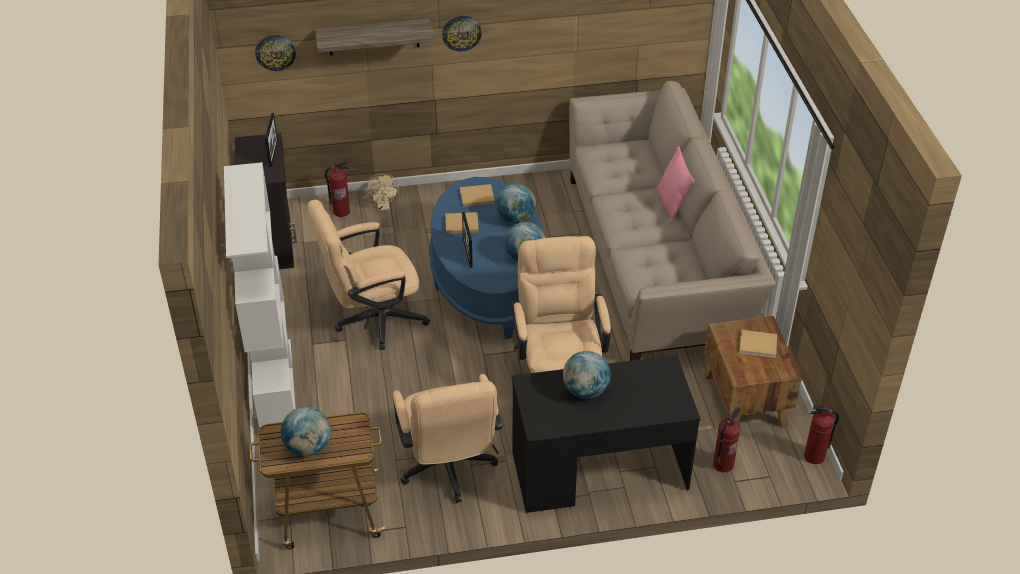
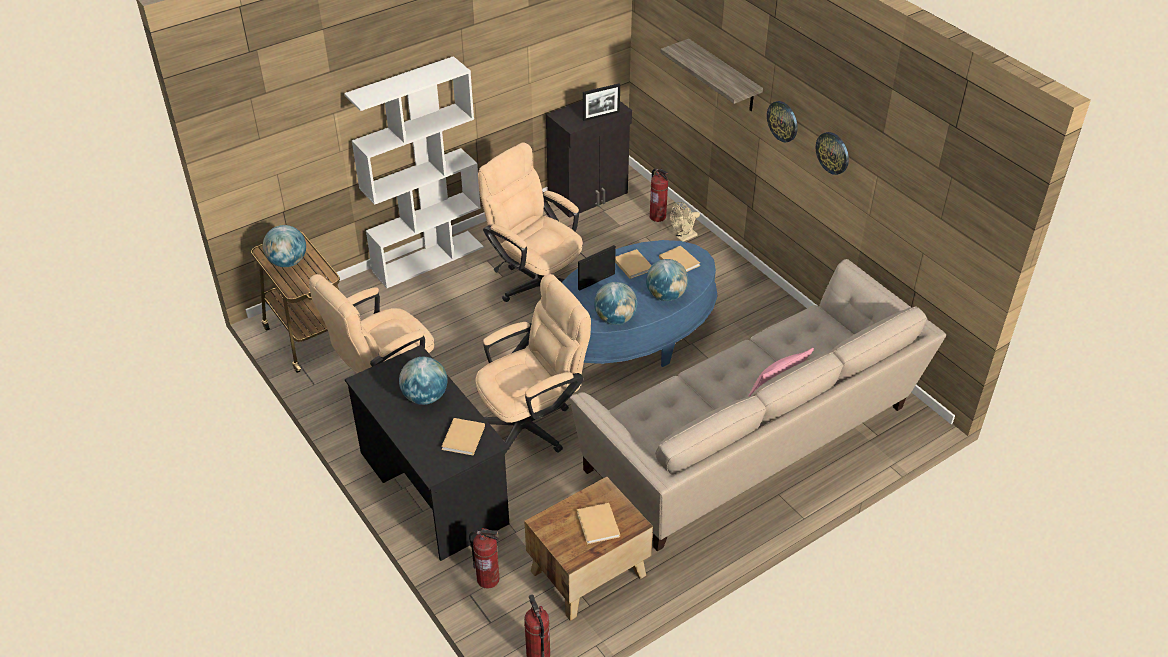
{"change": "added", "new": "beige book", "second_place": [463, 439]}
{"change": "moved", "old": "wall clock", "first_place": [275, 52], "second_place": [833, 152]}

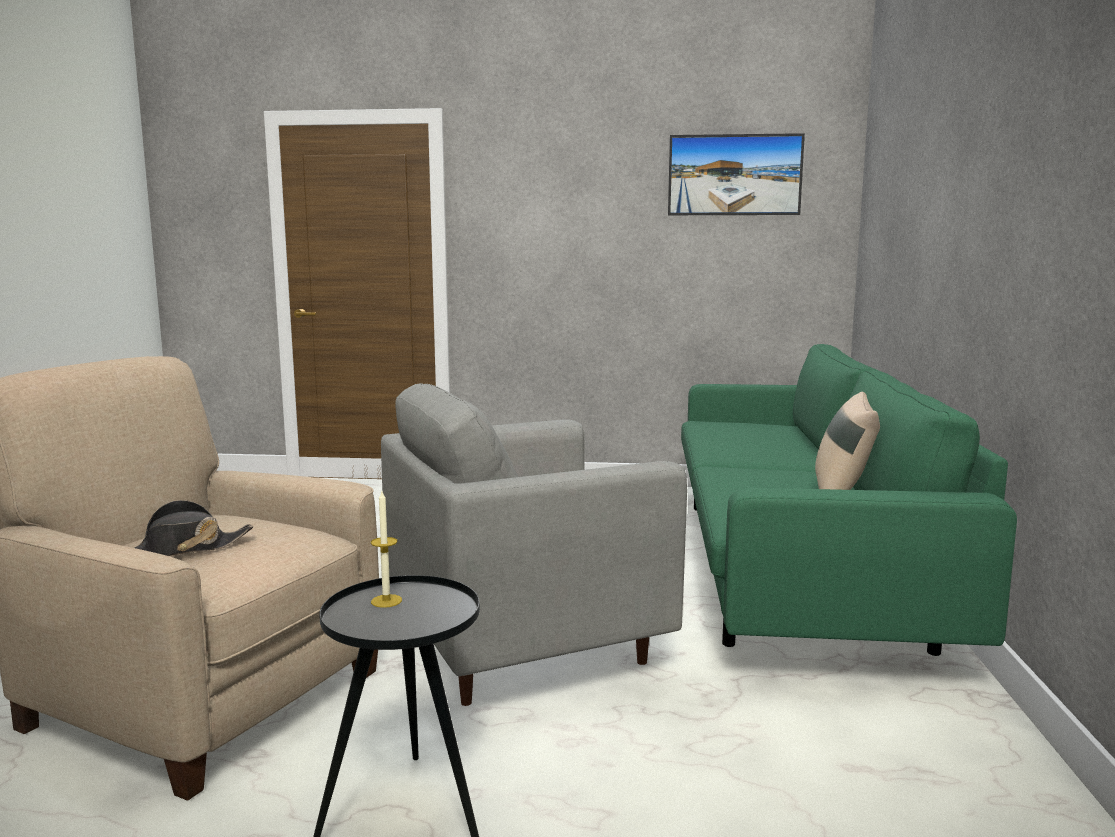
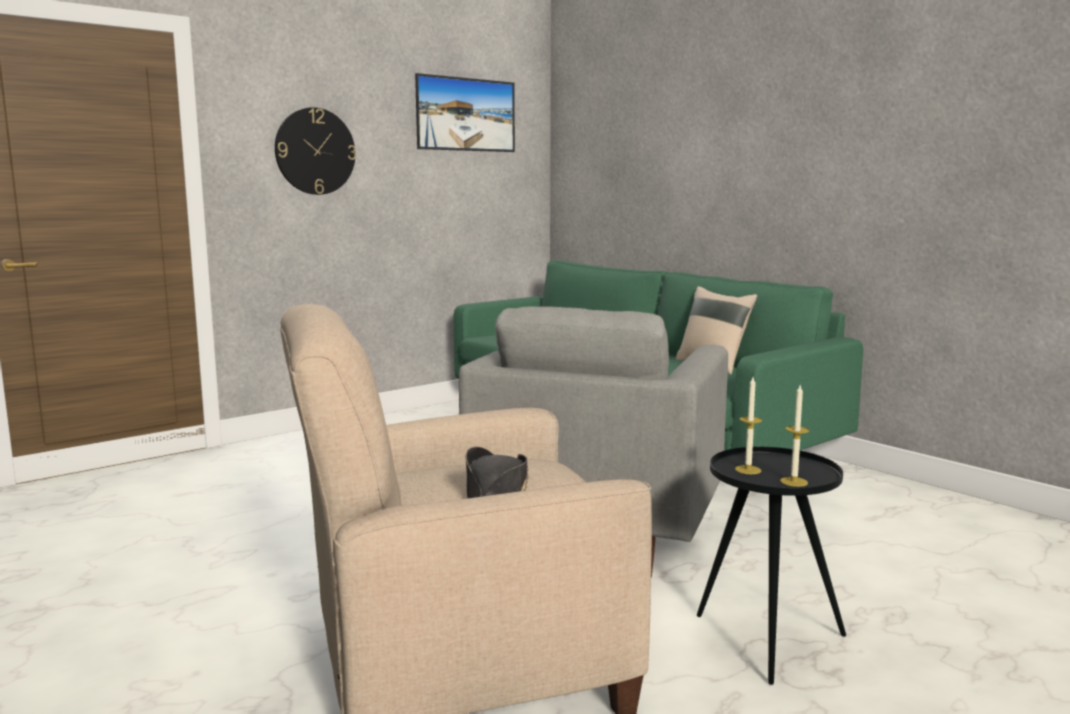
{"change": "added", "new": "wall clock", "second_place": [315, 151]}
{"change": "added", "new": "candle", "second_place": [794, 482]}

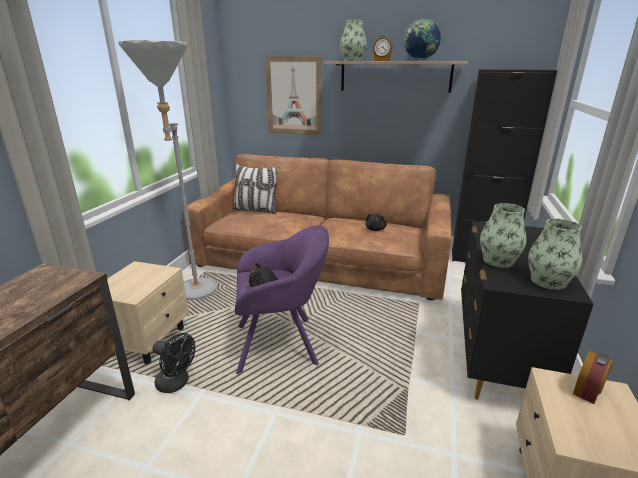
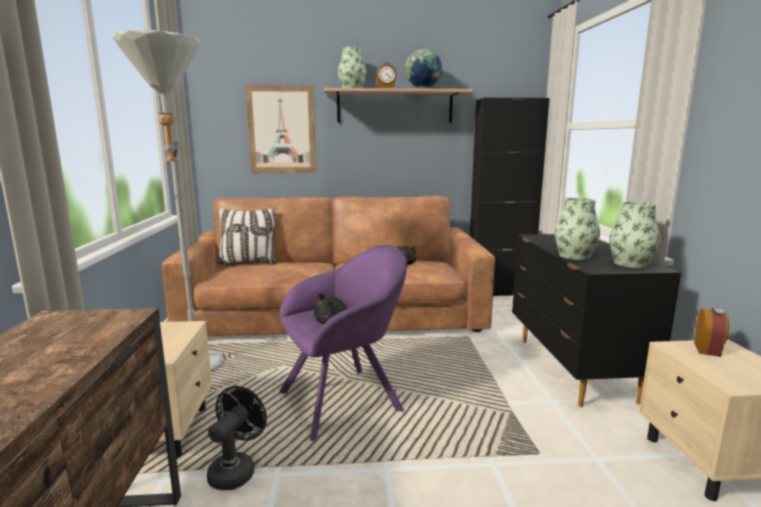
{"change": "turned", "old": "black fan", "first_place": [176, 383], "second_place": [236, 470], "degrees": -75}

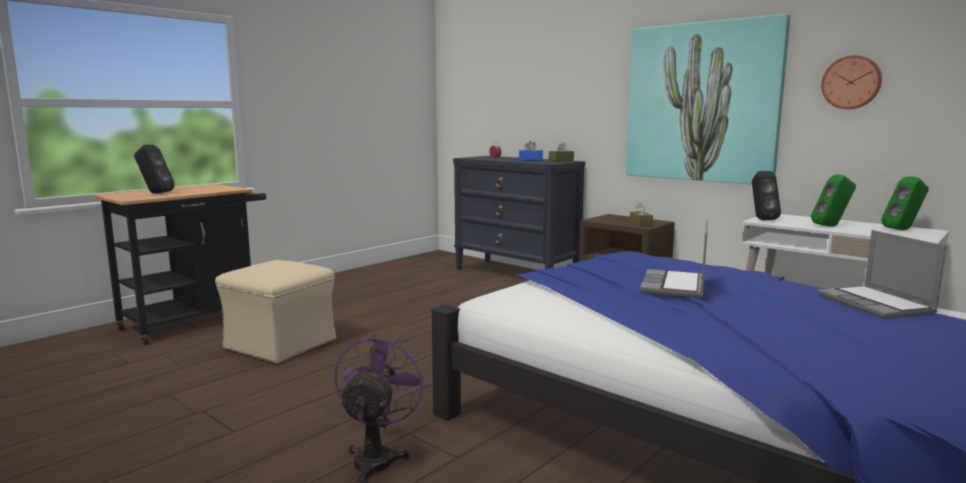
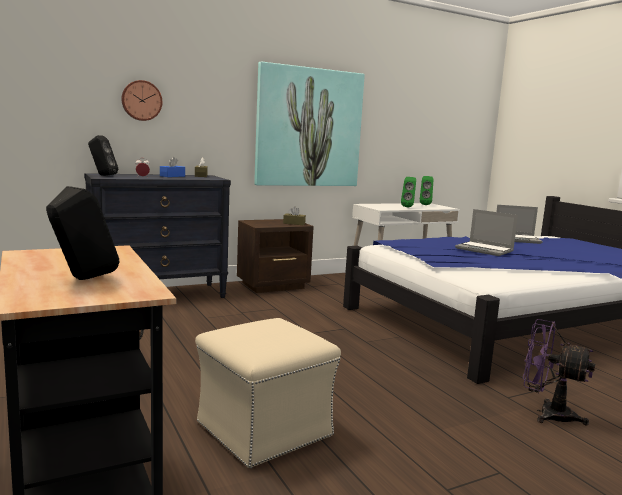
{"change": "moved", "old": "black speaker", "first_place": [761, 219], "second_place": [102, 175]}
{"change": "moved", "old": "wall clock", "first_place": [851, 82], "second_place": [141, 100]}

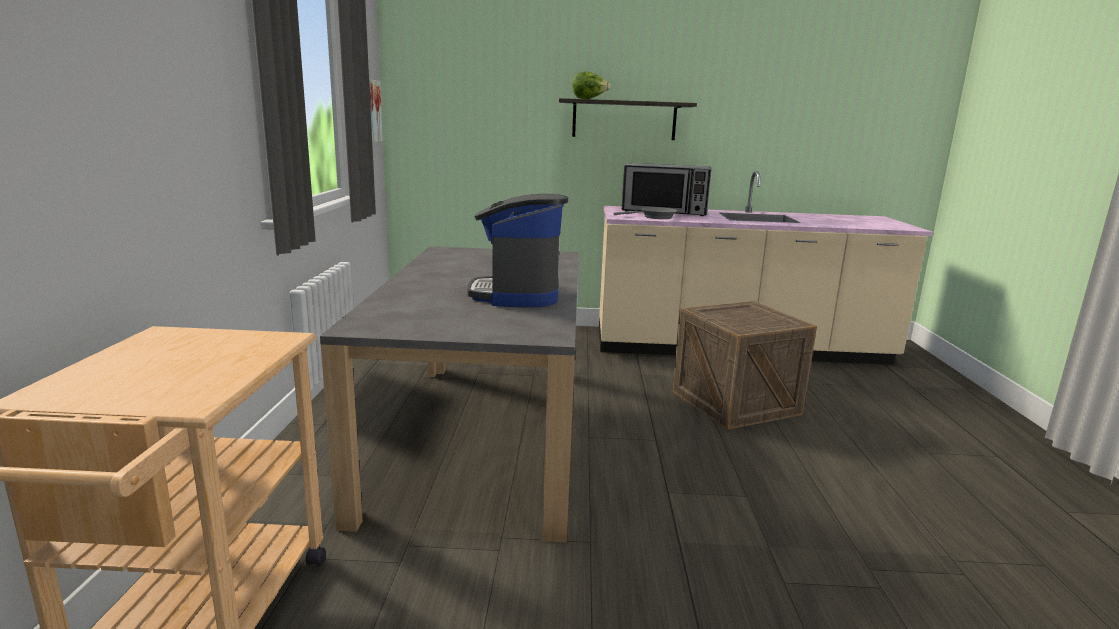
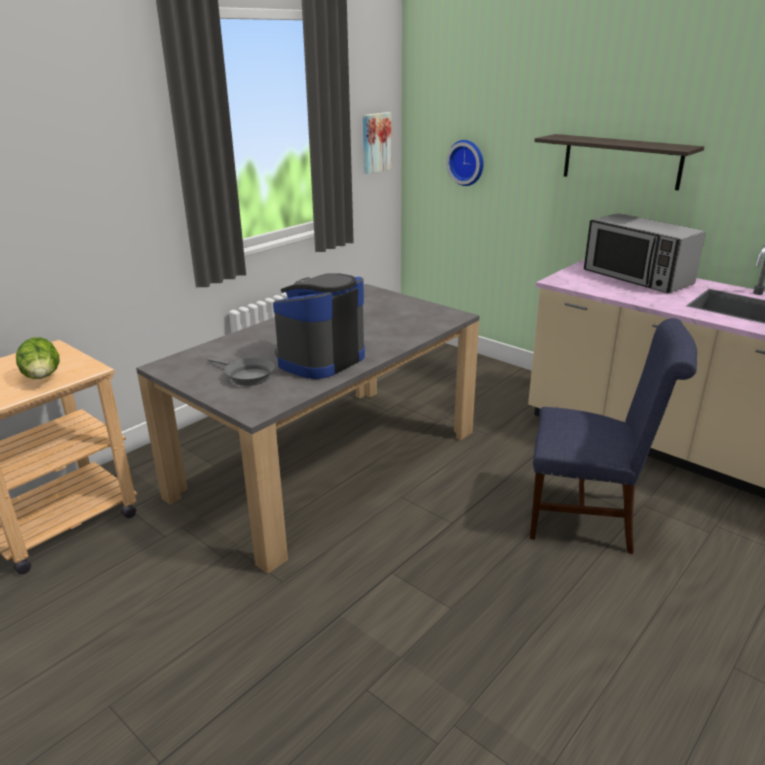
{"change": "moved", "old": "lettuce", "first_place": [589, 99], "second_place": [43, 378]}
{"change": "moved", "old": "grey frying pan", "first_place": [654, 217], "second_place": [246, 376]}
{"change": "added", "new": "wall clock", "second_place": [467, 162]}
{"change": "replaced", "old": "crate", "new": "blue chair", "first_place": [735, 402], "second_place": [590, 517]}

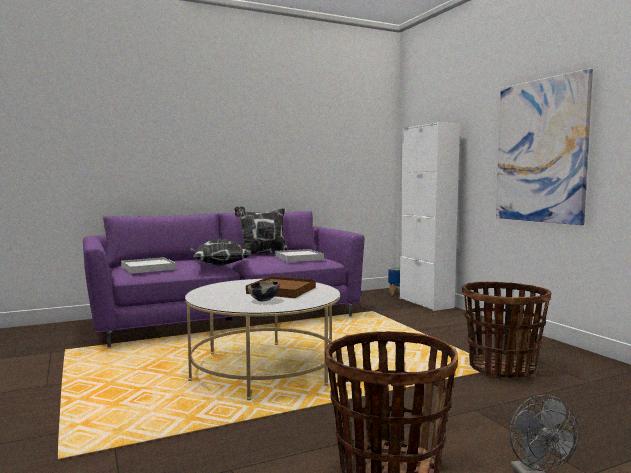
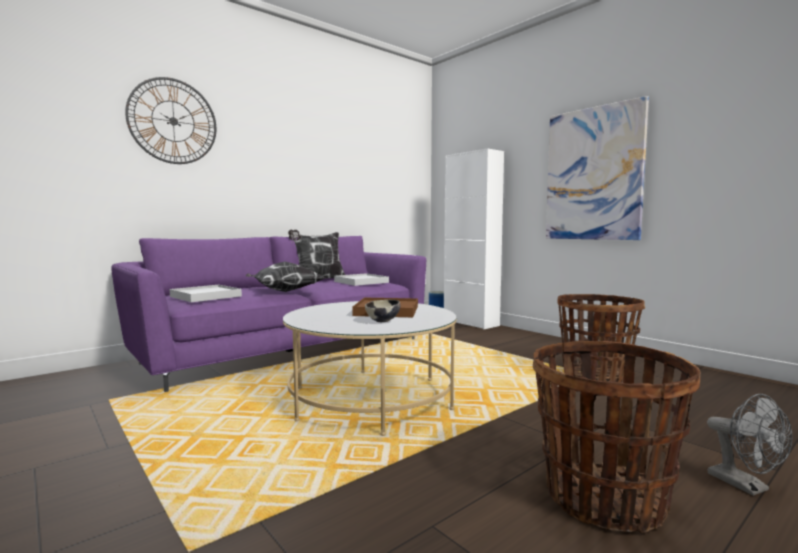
{"change": "added", "new": "wall clock", "second_place": [173, 121]}

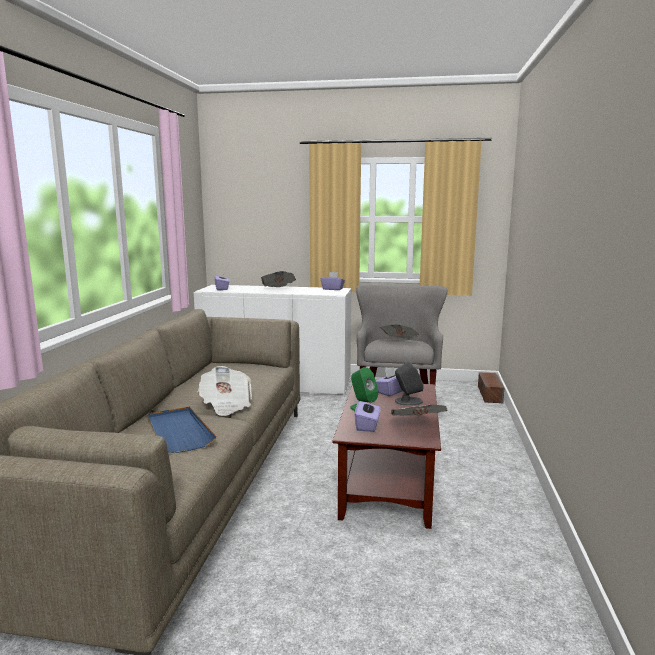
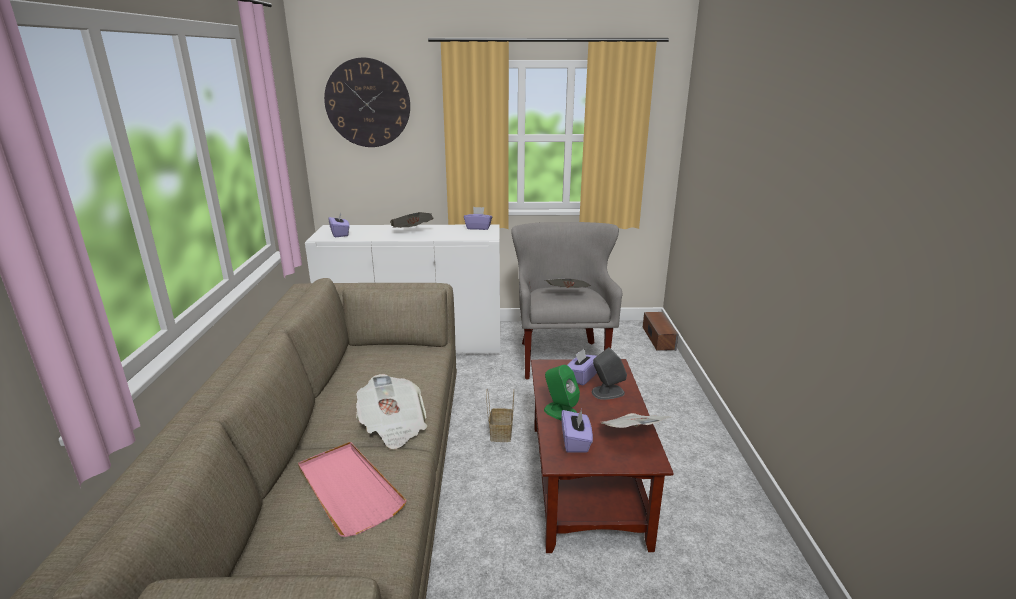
{"change": "recoloured", "old": "blue tray", "new": "pink tray", "first_place": [178, 432], "second_place": [348, 490]}
{"change": "added", "new": "wall clock", "second_place": [367, 103]}
{"change": "added", "new": "basket", "second_place": [500, 433]}

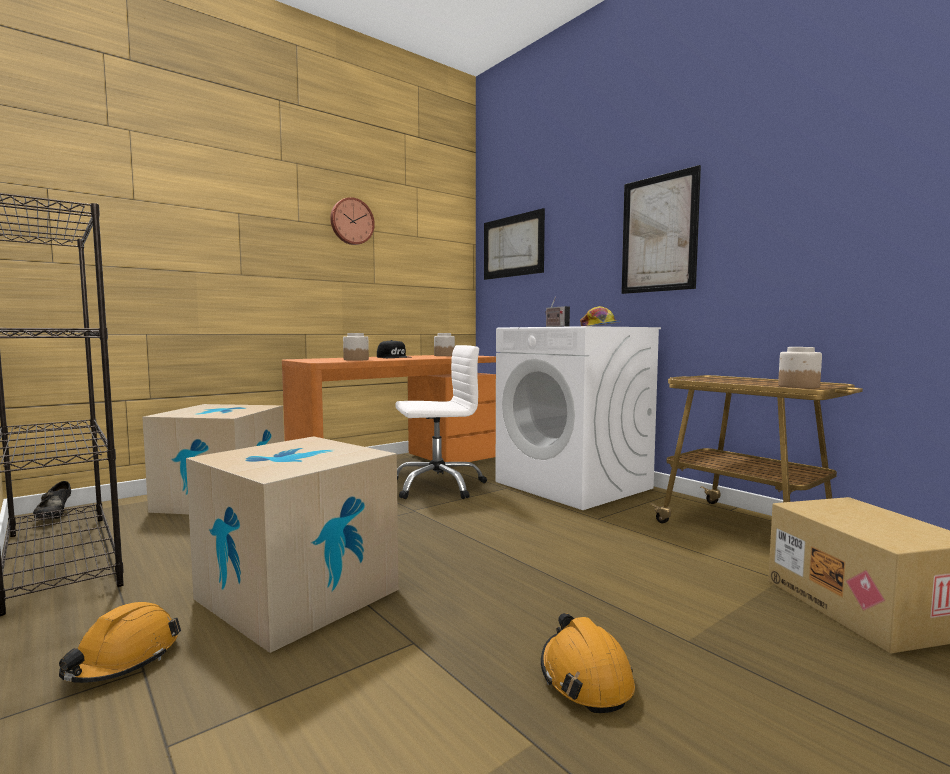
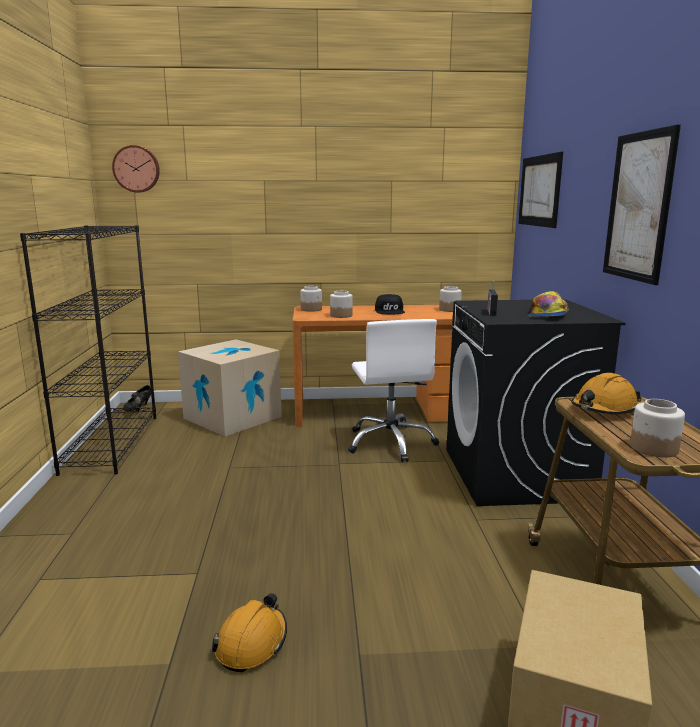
{"change": "moved", "old": "wall clock", "first_place": [351, 221], "second_place": [136, 169]}
{"change": "added", "new": "jar", "second_place": [311, 309]}
{"change": "turned", "old": "white office chair", "first_place": [437, 486], "second_place": [391, 443], "degrees": 60}
{"change": "recoloured", "old": "white washing machine", "new": "black washing machine", "first_place": [574, 485], "second_place": [516, 475]}
{"change": "moved", "old": "orange hard hat", "first_place": [123, 659], "second_place": [603, 409]}
{"change": "removed", "old": "cardboard box", "first_place": [297, 594]}

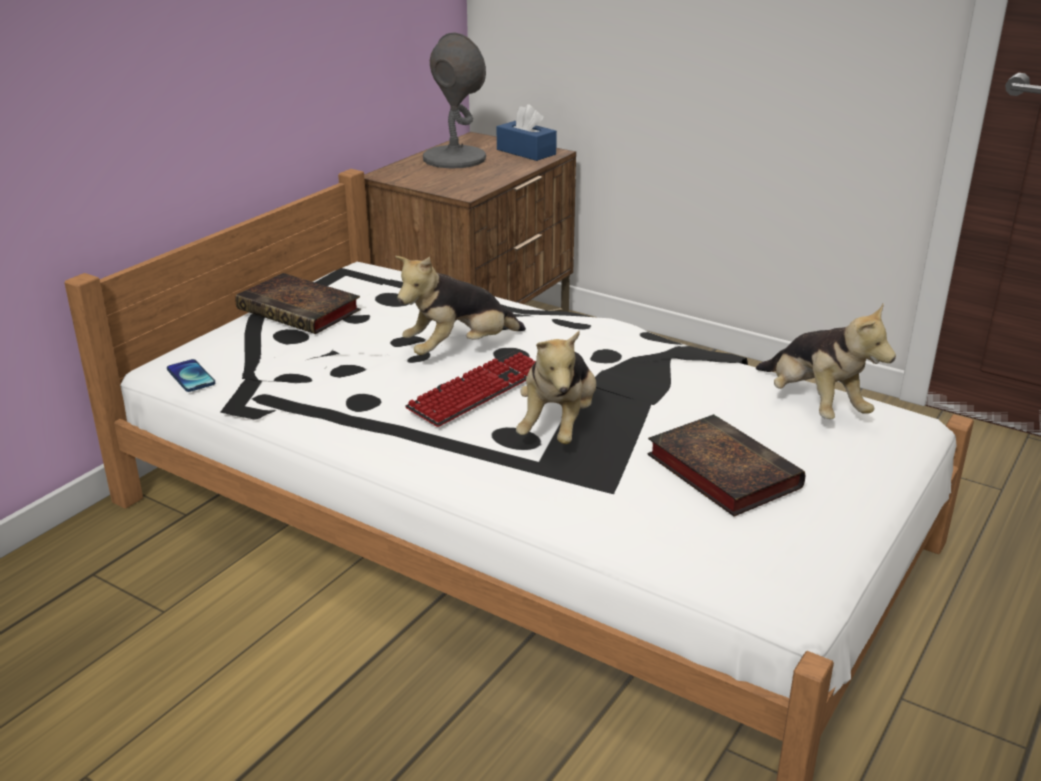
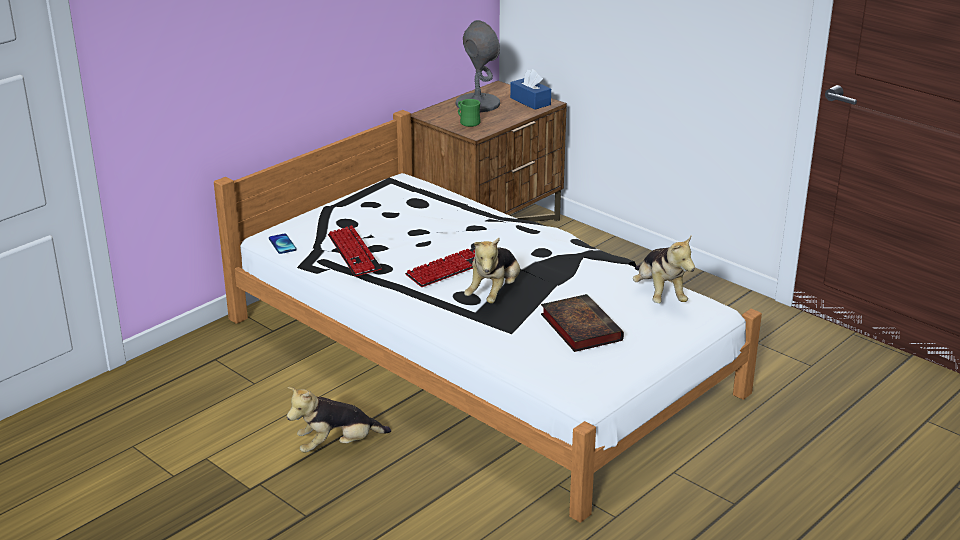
{"change": "moved", "old": "plush toy", "first_place": [459, 349], "second_place": [337, 446]}
{"change": "added", "new": "keyboard", "second_place": [354, 253]}
{"change": "added", "new": "green mug", "second_place": [467, 122]}
{"change": "removed", "old": "book", "first_place": [302, 311]}

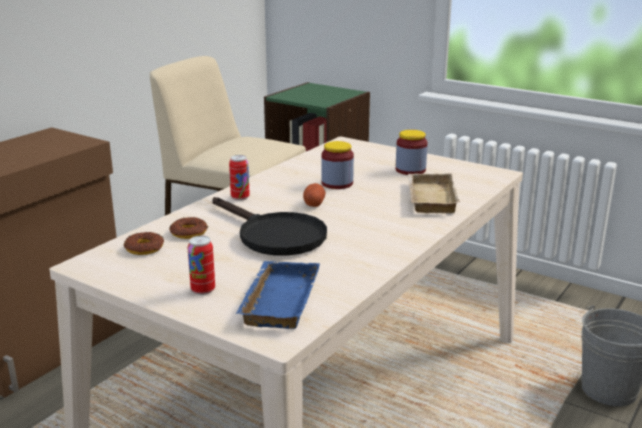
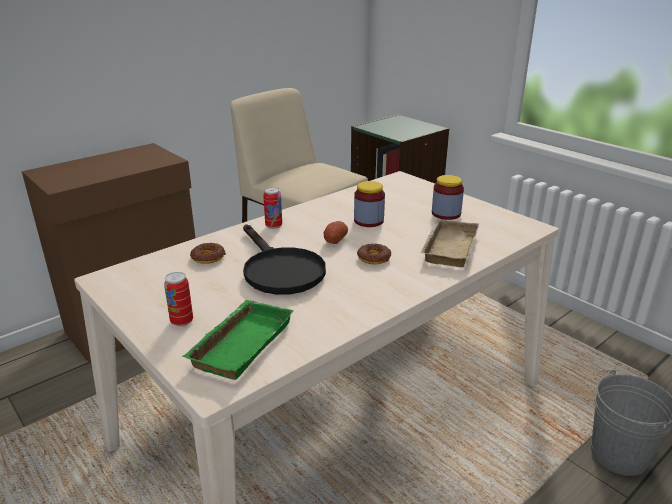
{"change": "recoloured", "old": "blue tray", "new": "green tray", "first_place": [277, 299], "second_place": [240, 343]}
{"change": "moved", "old": "donut", "first_place": [144, 248], "second_place": [374, 258]}

